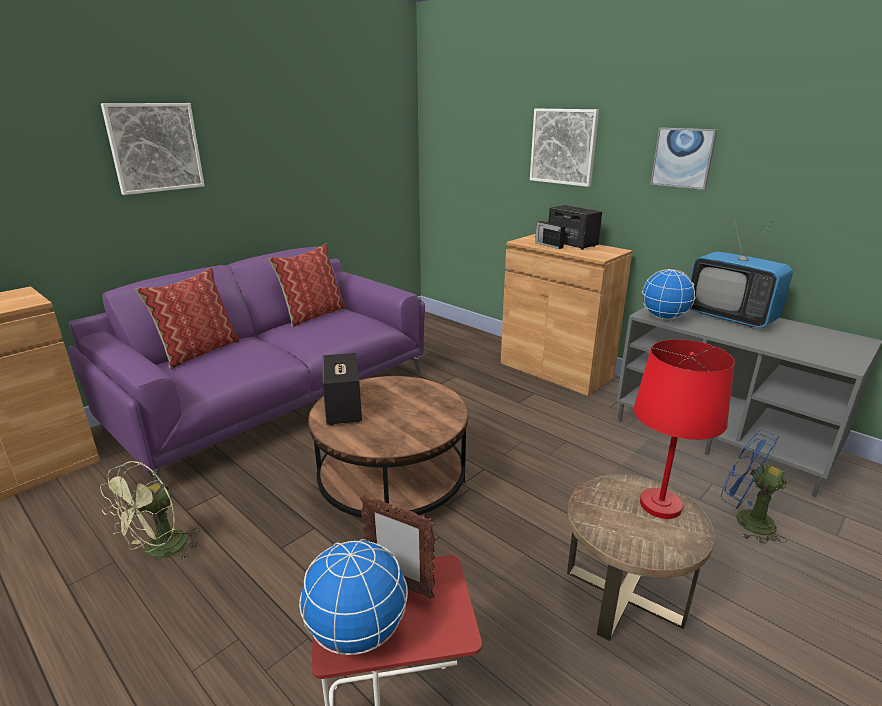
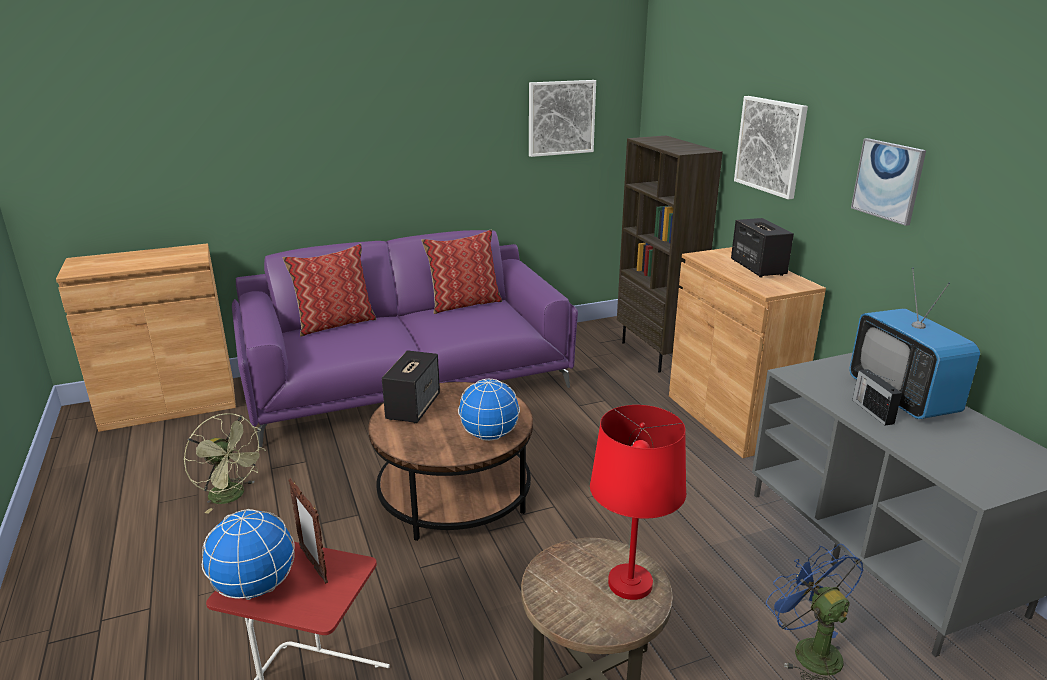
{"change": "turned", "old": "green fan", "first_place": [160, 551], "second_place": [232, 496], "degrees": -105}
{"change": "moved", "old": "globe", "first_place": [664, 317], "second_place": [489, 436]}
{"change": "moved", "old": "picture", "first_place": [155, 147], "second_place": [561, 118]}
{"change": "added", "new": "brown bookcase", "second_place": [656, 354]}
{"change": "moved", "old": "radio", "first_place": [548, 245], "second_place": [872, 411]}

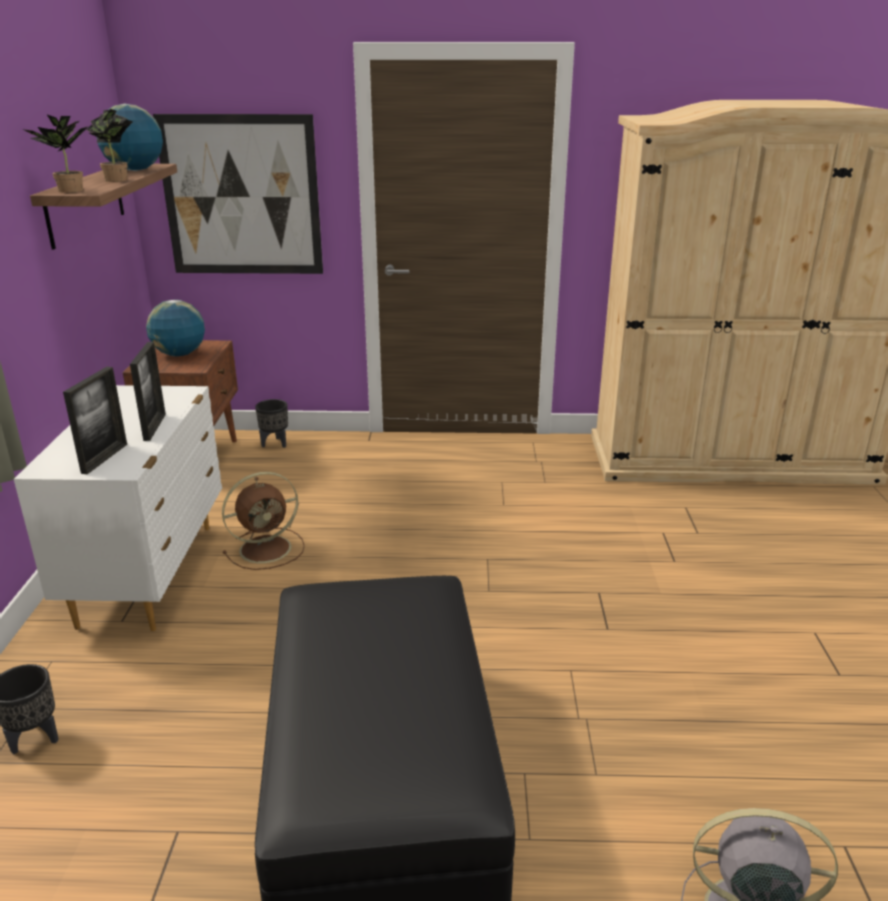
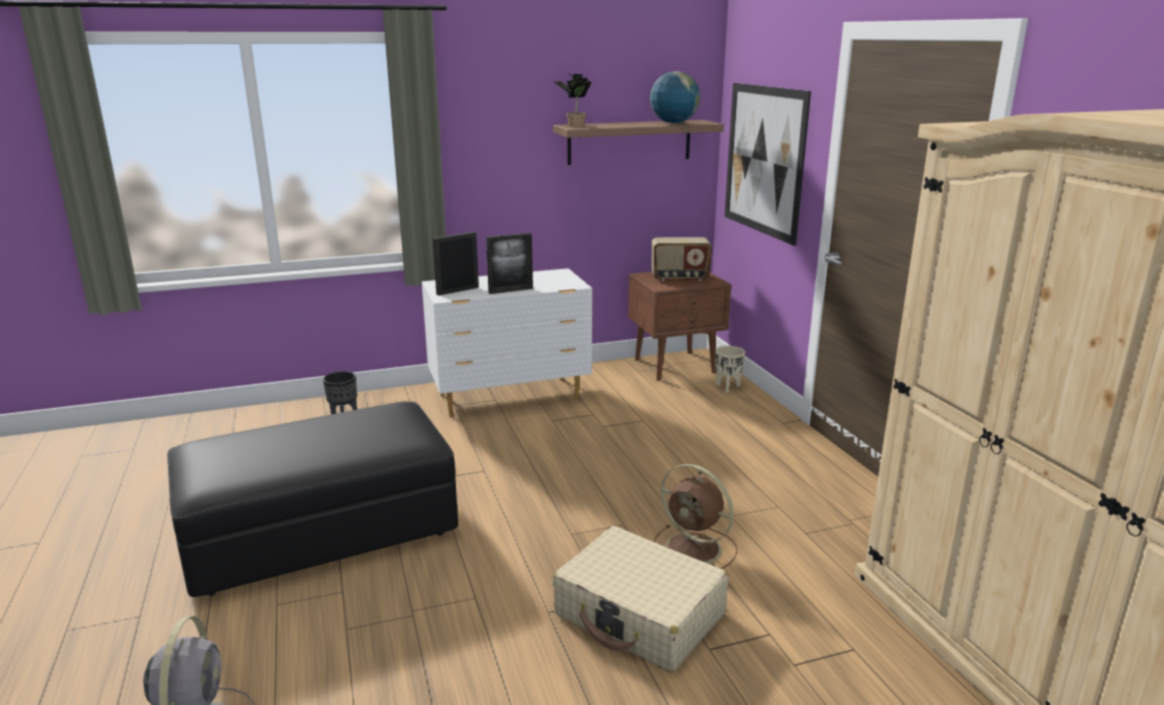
{"change": "turned", "old": "picture frame", "first_place": [104, 458], "second_place": [457, 291], "degrees": 150}
{"change": "added", "new": "beige suitcase", "second_place": [640, 615]}
{"change": "replaced", "old": "globe", "new": "radio", "first_place": [179, 354], "second_place": [680, 278]}
{"change": "moved", "old": "brown fan", "first_place": [267, 548], "second_place": [695, 549]}
{"change": "recoloured", "old": "black planter", "new": "beige planter", "first_place": [275, 443], "second_place": [728, 387]}
{"change": "removed", "old": "potted plant", "first_place": [119, 180]}

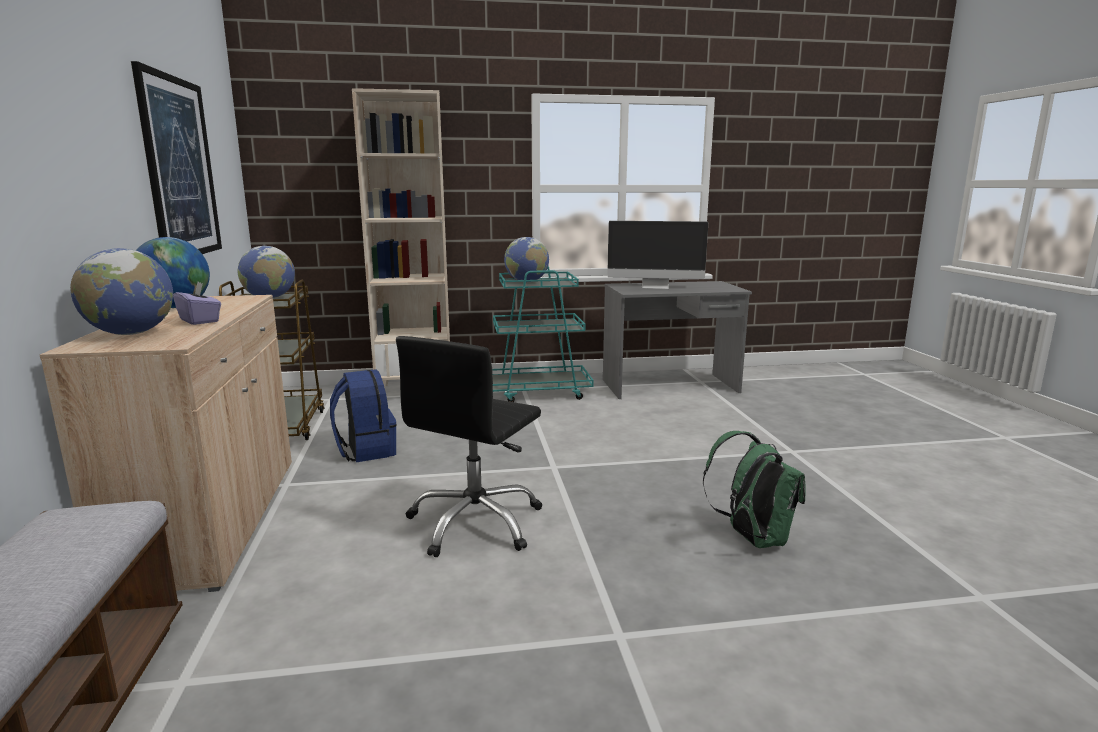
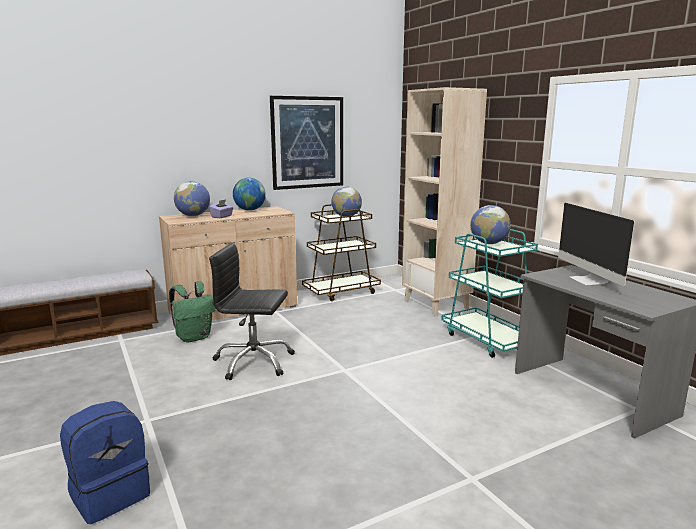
{"change": "moved", "old": "blue backpack", "first_place": [365, 450], "second_place": [110, 494]}
{"change": "moved", "old": "green backpack", "first_place": [752, 538], "second_place": [194, 337]}

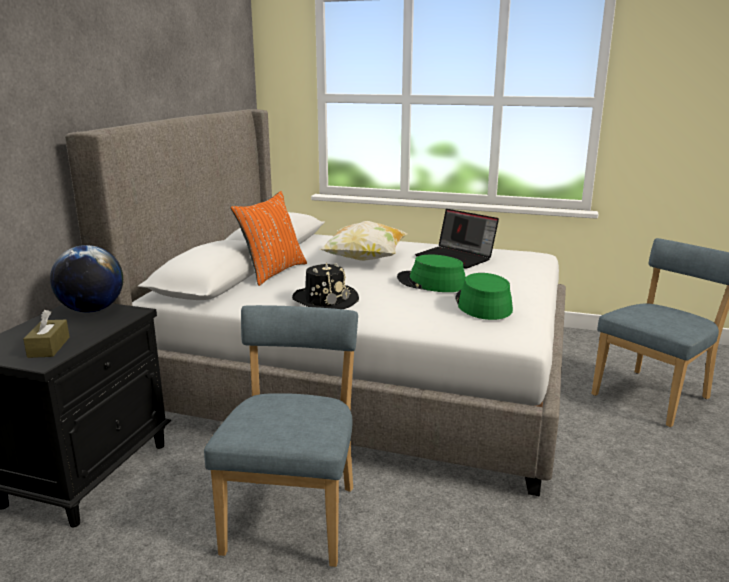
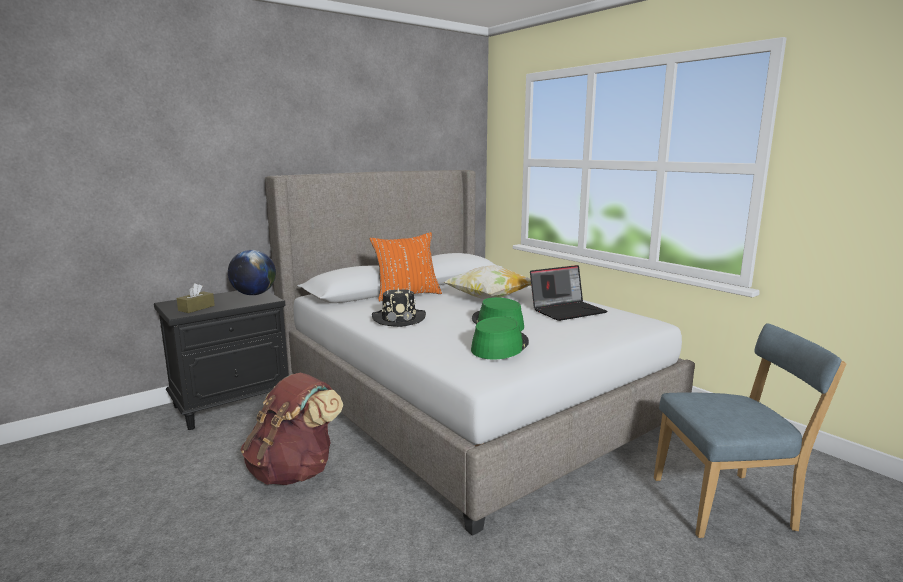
{"change": "replaced", "old": "blue chair", "new": "brown backpack", "first_place": [294, 515], "second_place": [294, 471]}
{"change": "turned", "old": "laptop", "first_place": [456, 257], "second_place": [567, 310], "degrees": -105}

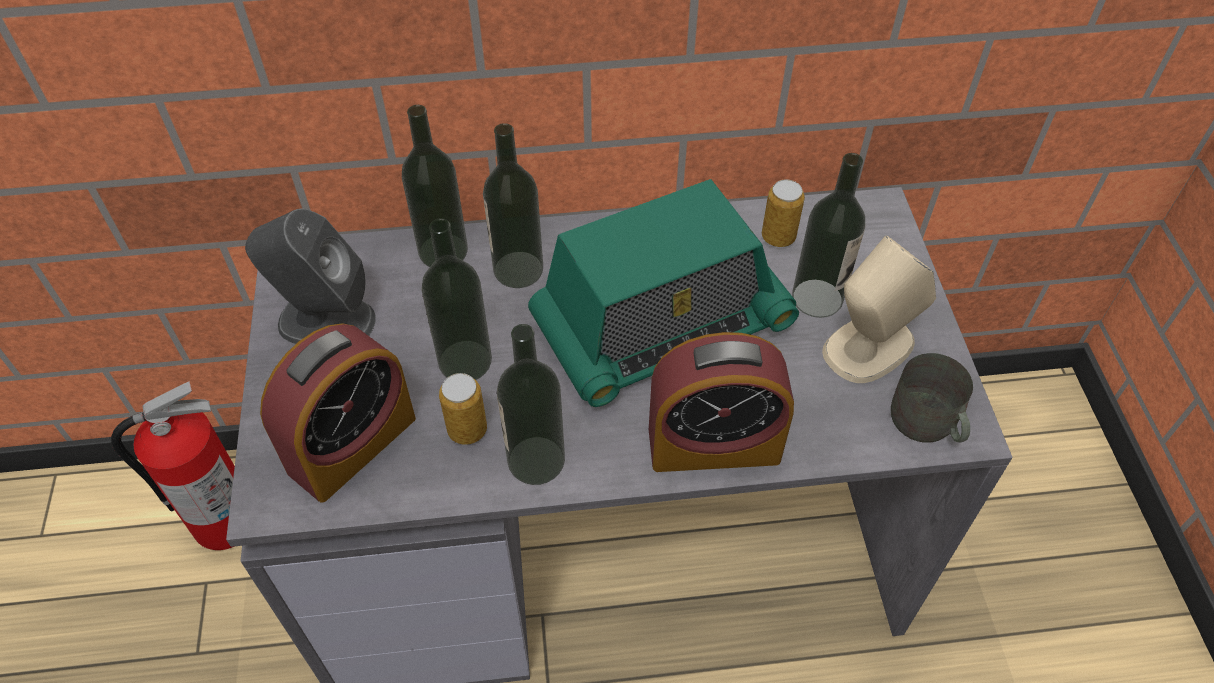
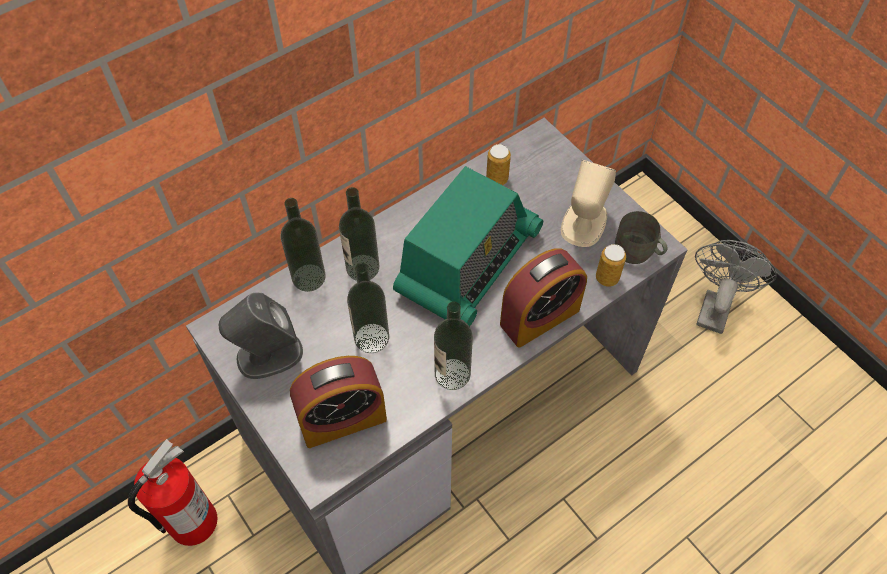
{"change": "turned", "old": "alarm clock", "first_place": [352, 444], "second_place": [342, 419], "degrees": 60}
{"change": "moved", "old": "can", "first_place": [467, 430], "second_place": [607, 278]}
{"change": "added", "new": "grey fan", "second_place": [715, 306]}
{"change": "removed", "old": "bottle", "first_place": [817, 298]}

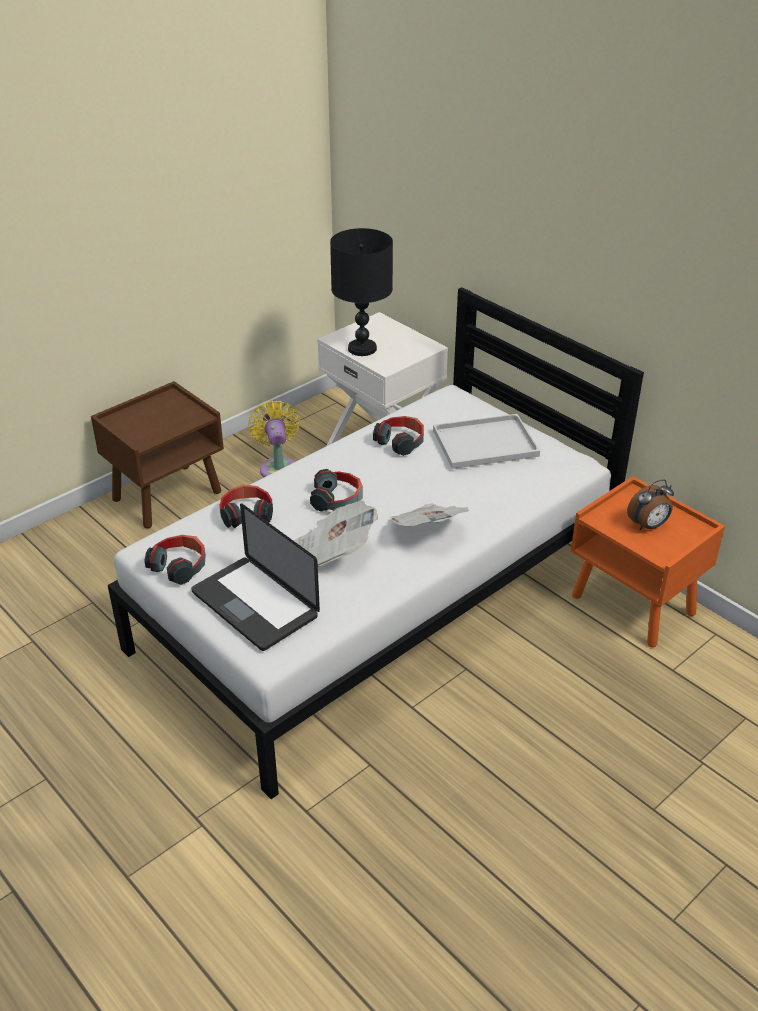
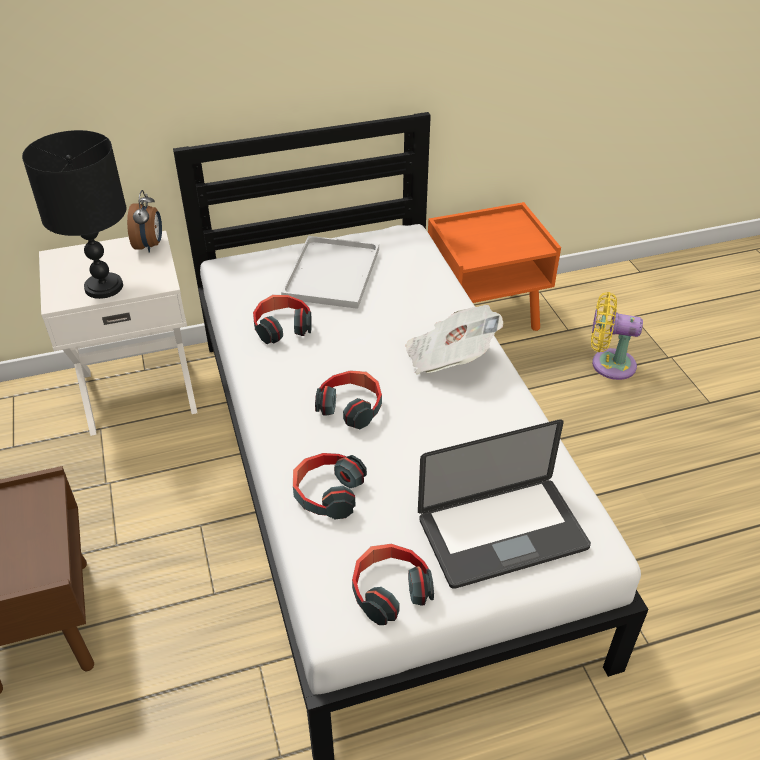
{"change": "moved", "old": "alarm clock", "first_place": [648, 526], "second_place": [150, 245]}
{"change": "moved", "old": "yellow fan", "first_place": [278, 467], "second_place": [608, 364]}
{"change": "removed", "old": "newspaper", "first_place": [333, 552]}

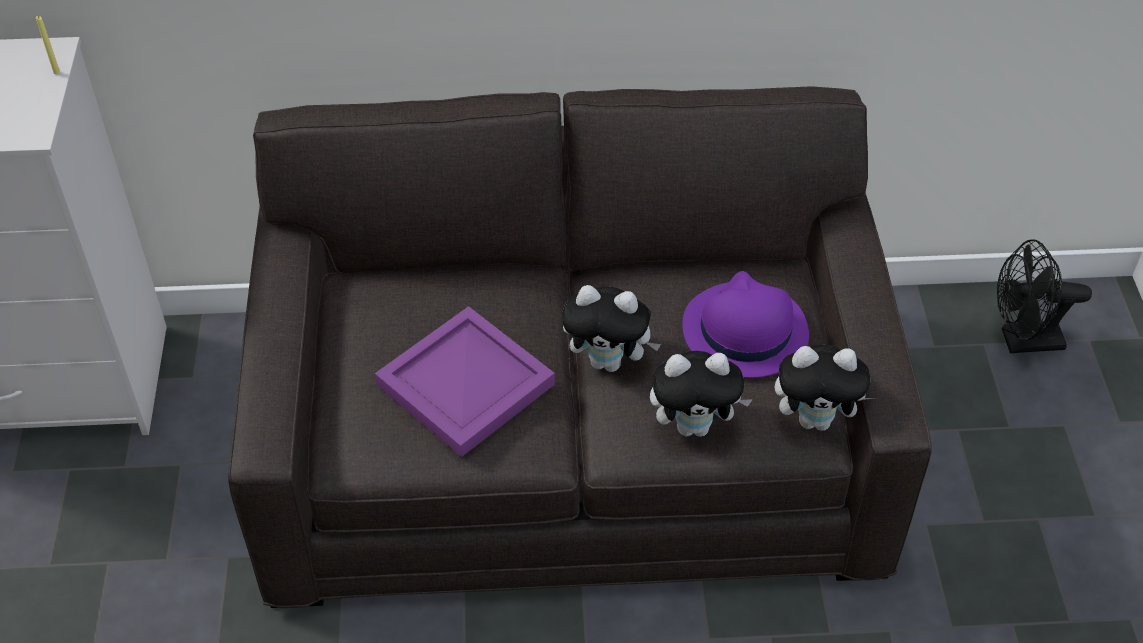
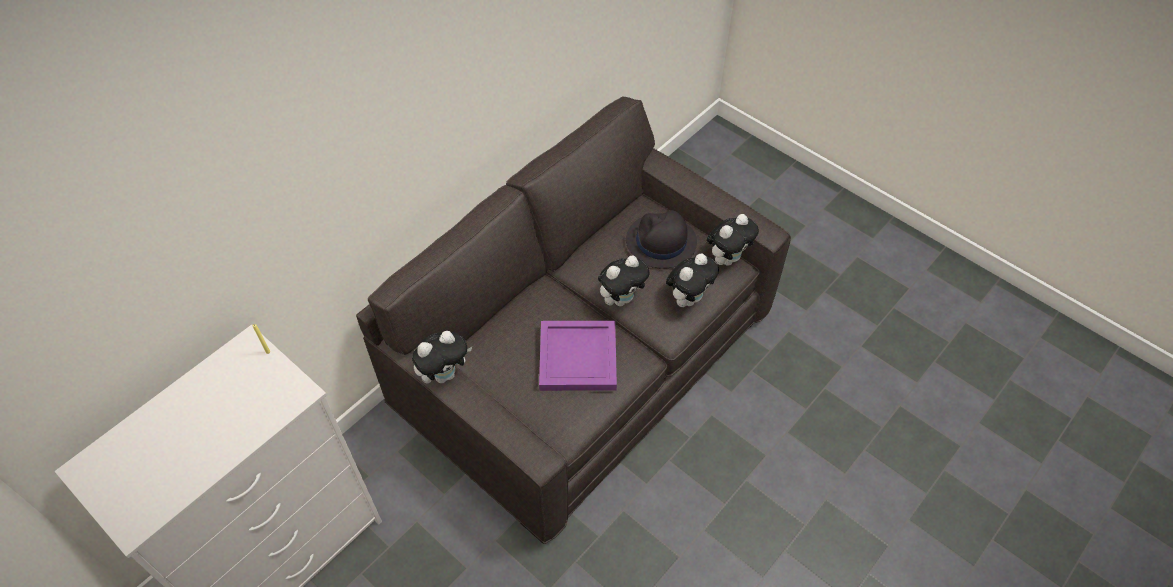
{"change": "added", "new": "plush toy", "second_place": [445, 374]}
{"change": "recoloured", "old": "purple hat", "new": "black hat", "first_place": [744, 331], "second_place": [660, 242]}
{"change": "removed", "old": "black fan", "first_place": [1022, 341]}

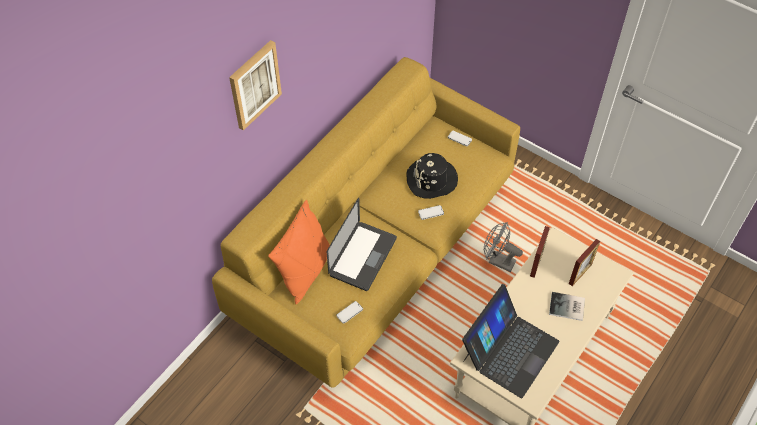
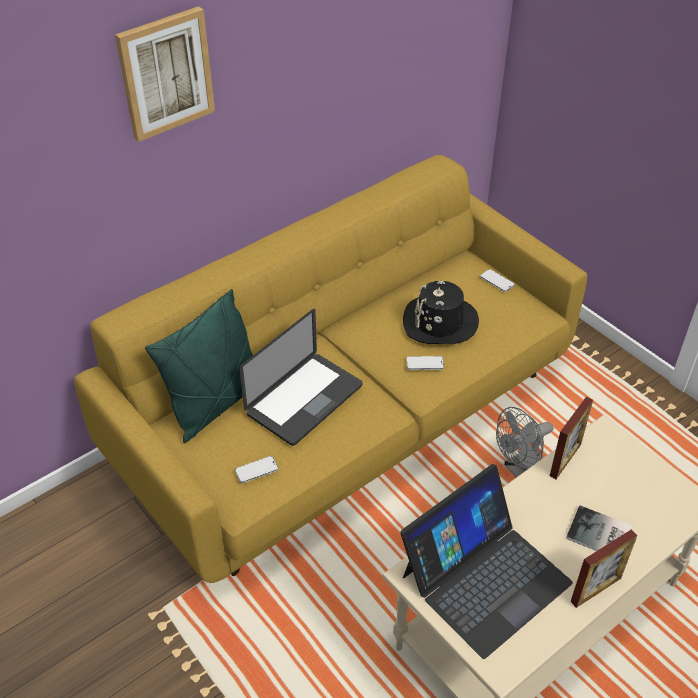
{"change": "recoloured", "old": "orange pillow", "new": "green pillow", "first_place": [306, 272], "second_place": [216, 403]}
{"change": "turned", "old": "grey fan", "first_place": [497, 261], "second_place": [519, 467], "degrees": -75}
{"change": "moved", "old": "picture frame", "first_place": [580, 274], "second_place": [596, 590]}

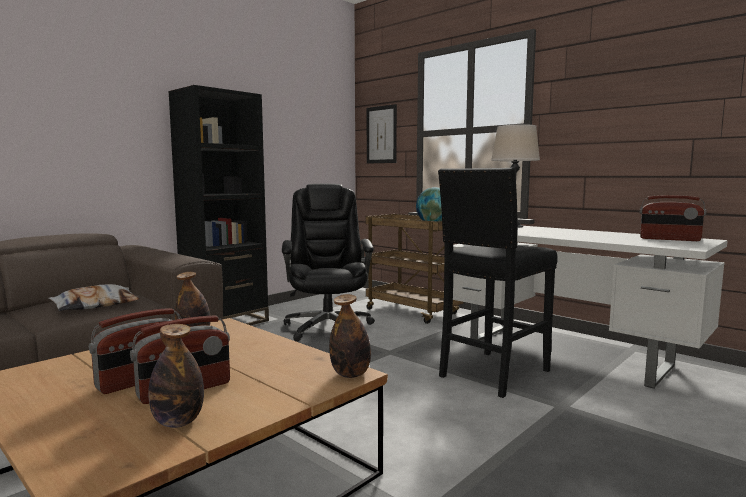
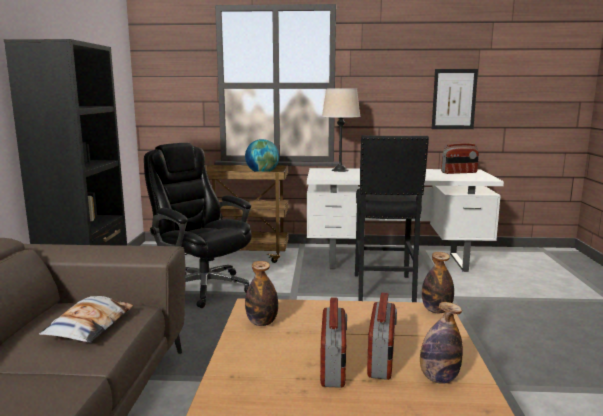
{"change": "moved", "old": "picture", "first_place": [381, 134], "second_place": [454, 99]}

